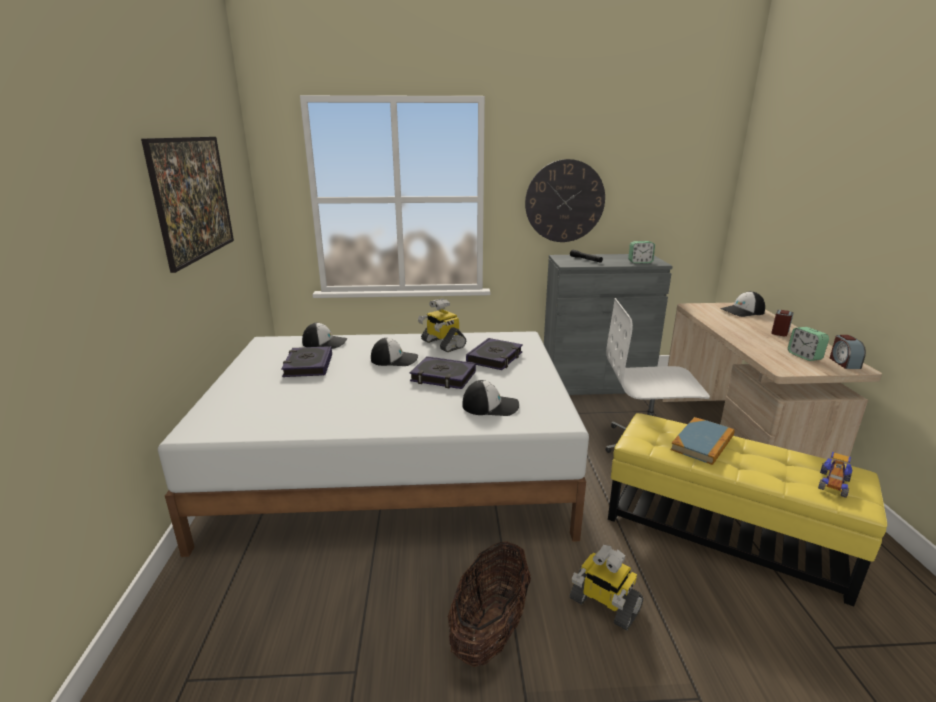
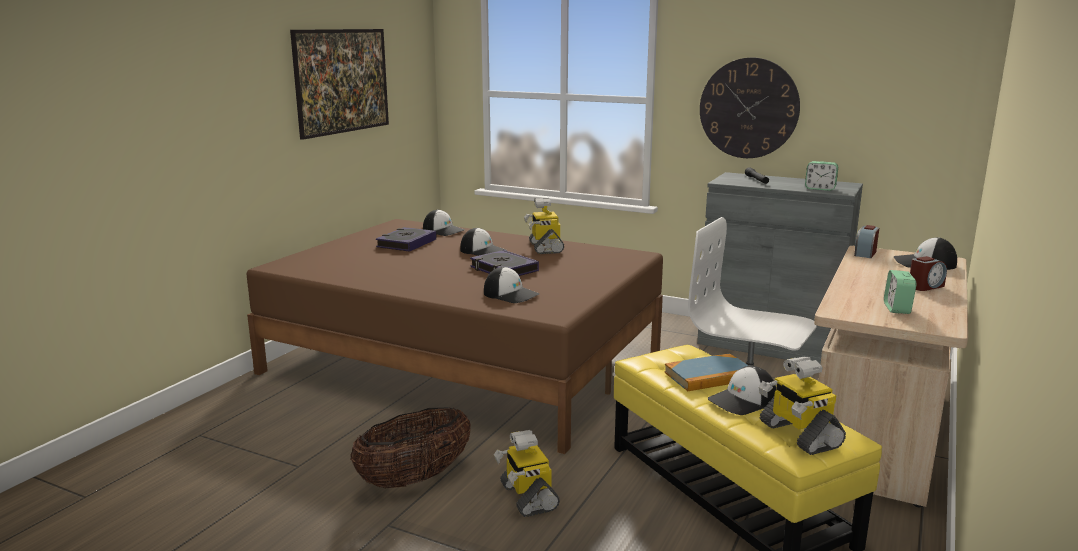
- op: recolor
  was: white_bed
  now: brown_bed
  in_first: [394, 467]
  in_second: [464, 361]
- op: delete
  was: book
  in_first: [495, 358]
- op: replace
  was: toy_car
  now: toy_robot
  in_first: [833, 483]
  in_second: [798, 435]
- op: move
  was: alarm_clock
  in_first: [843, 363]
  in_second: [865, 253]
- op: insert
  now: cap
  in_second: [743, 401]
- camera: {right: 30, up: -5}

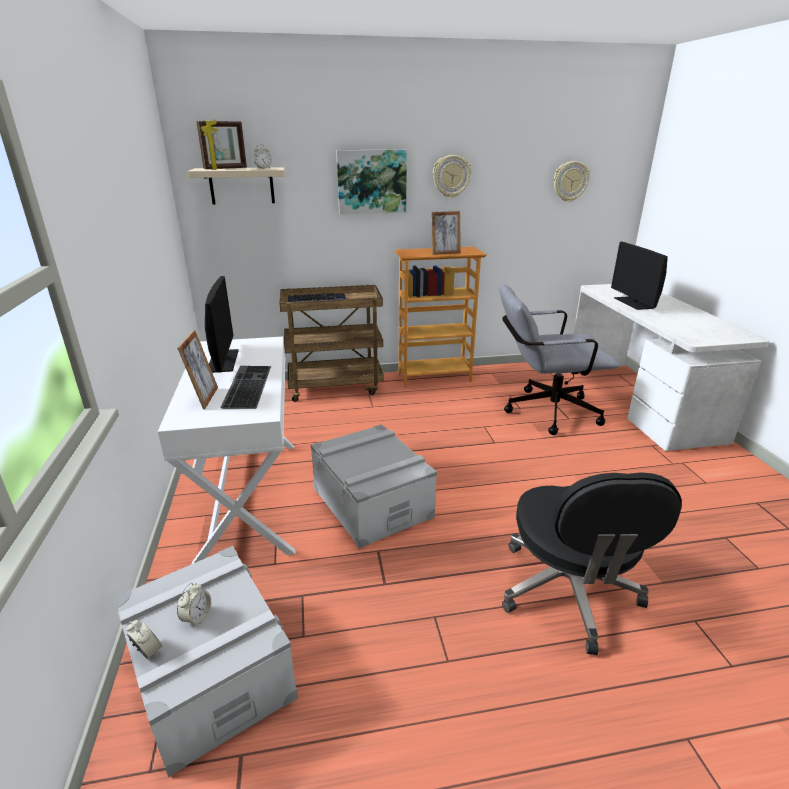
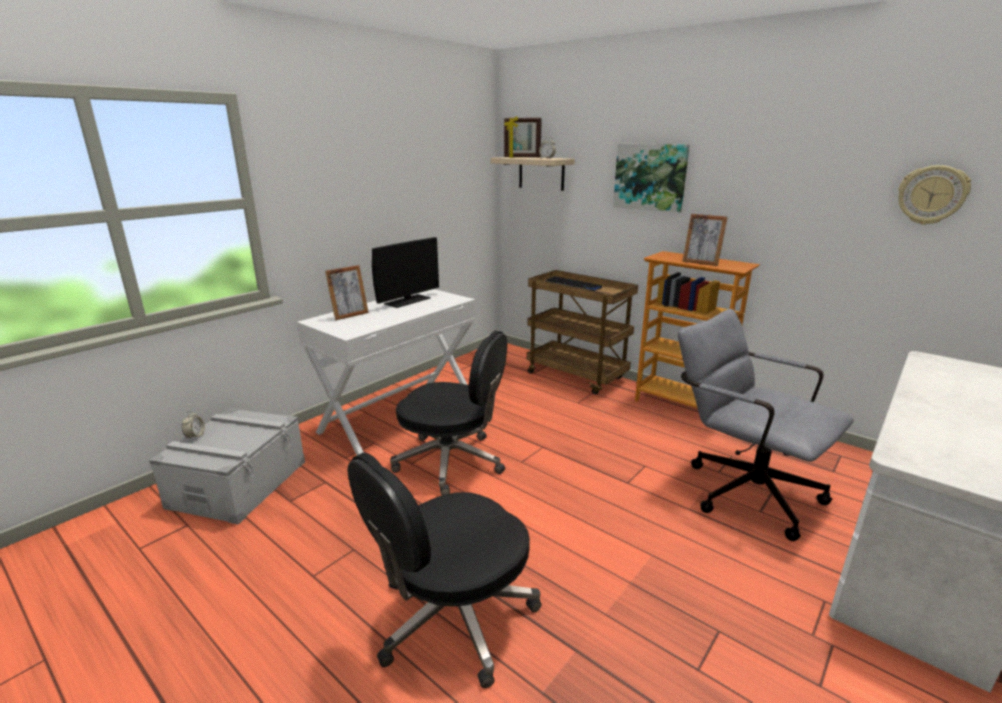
- op: delete
  was: alarm_clock
  in_first: [197, 617]
- op: delete
  was: keyboard
  in_first: [246, 386]
- op: replace
  was: grey_storage_box
  now: black_office_chair
  in_first: [372, 502]
  in_second: [452, 462]
- op: delete
  was: wall_clock
  in_first: [451, 176]
- op: delete
  was: monitor
  in_first: [633, 303]
- camera: {right: 50, up: -5}

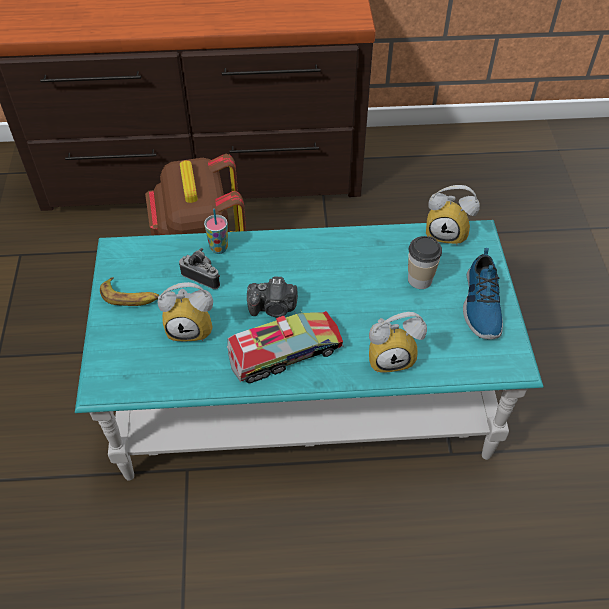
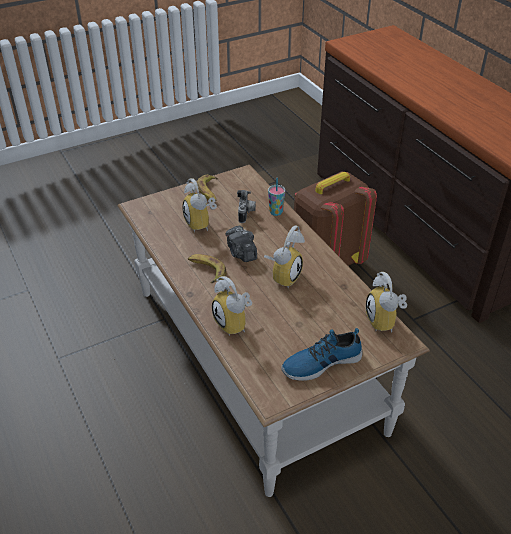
- op: recolor
  was: turquoise_coffee_table
  now: brown_coffee_table
  in_first: [304, 396]
  in_second: [255, 357]
- op: replace
  was: toy_truck
  now: banana
  in_first: [285, 352]
  in_second: [206, 270]
- op: delete
  was: cup
  in_first: [419, 280]
- op: insert
  now: alarm_clock
  in_second: [283, 275]
- camera: {right: 65, up: -10}

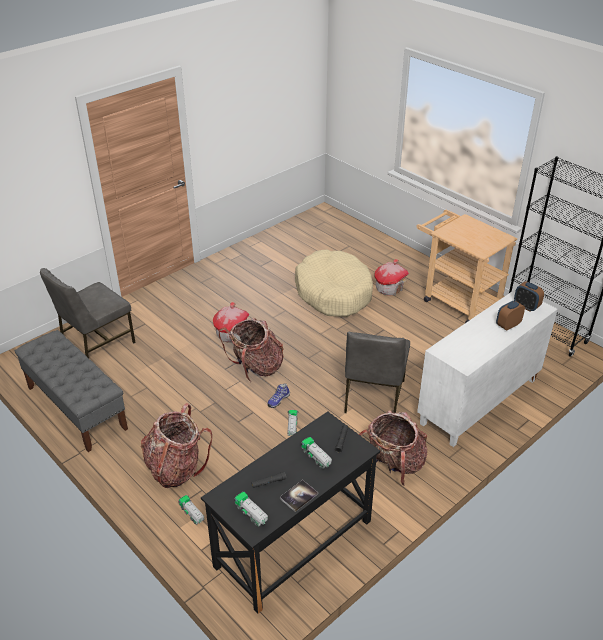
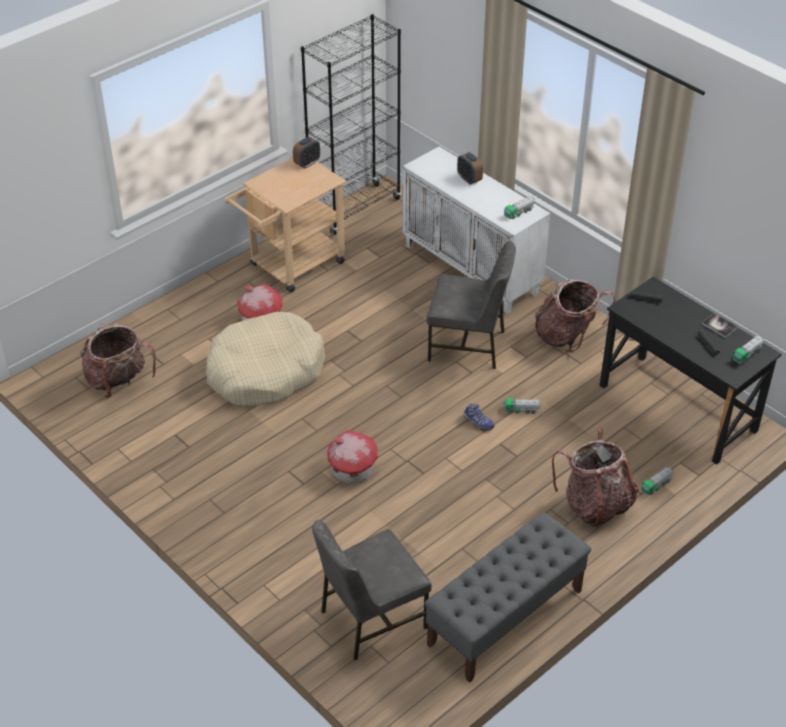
- op: rotate
  was: grey_chair
  in_first: [96, 344]
  in_second: [371, 619]
  clockwise: 105
- op: move
  was: backpack
  in_first: [256, 368]
  in_second: [118, 381]
- op: move
  was: toy_truck
  in_first: [316, 458]
  in_second: [519, 212]
- op: move
  was: alarm_clock
  in_first: [526, 306]
  in_second: [307, 163]
- camera: {right: -90, up: 5}

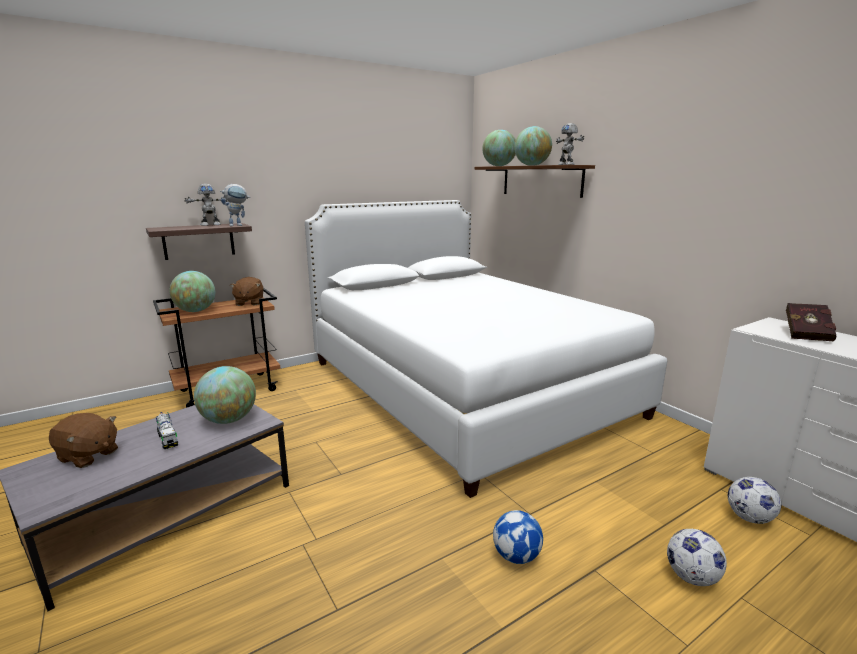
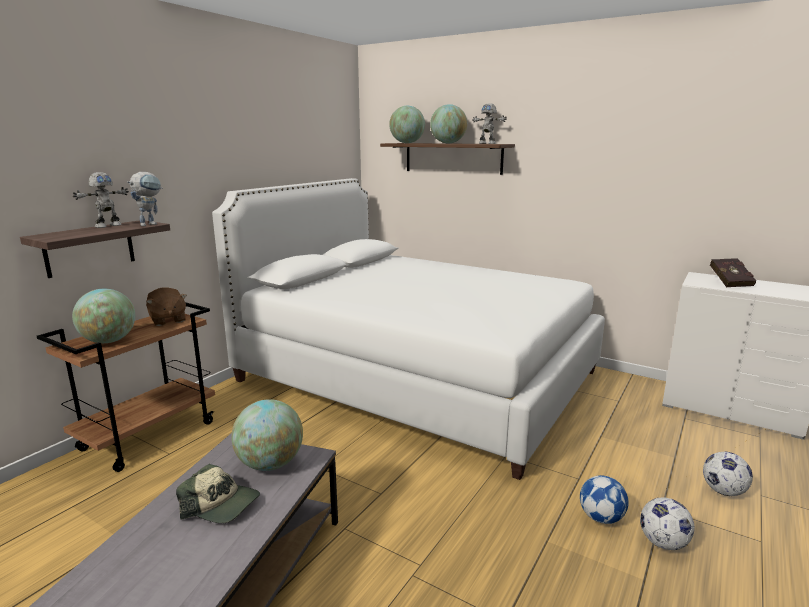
- op: delete
  was: brown_plush_toy
  in_first: [88, 456]
- op: replace
  was: toy_truck
  now: cap
  in_first: [167, 438]
  in_second: [221, 505]
- op: move
  was: football
  in_first: [749, 518]
  in_second: [663, 543]
- camera: {right: -25, up: 0}

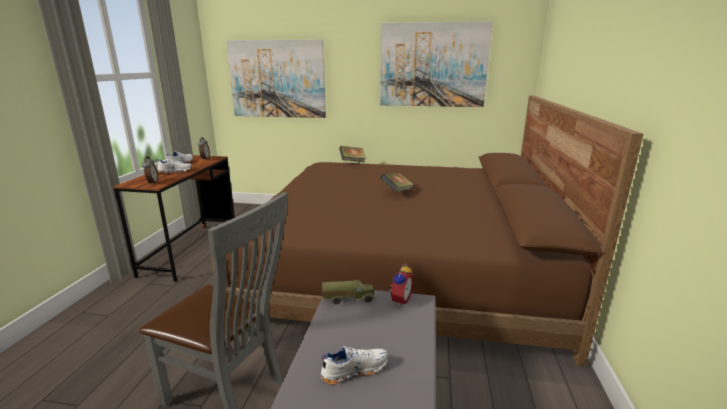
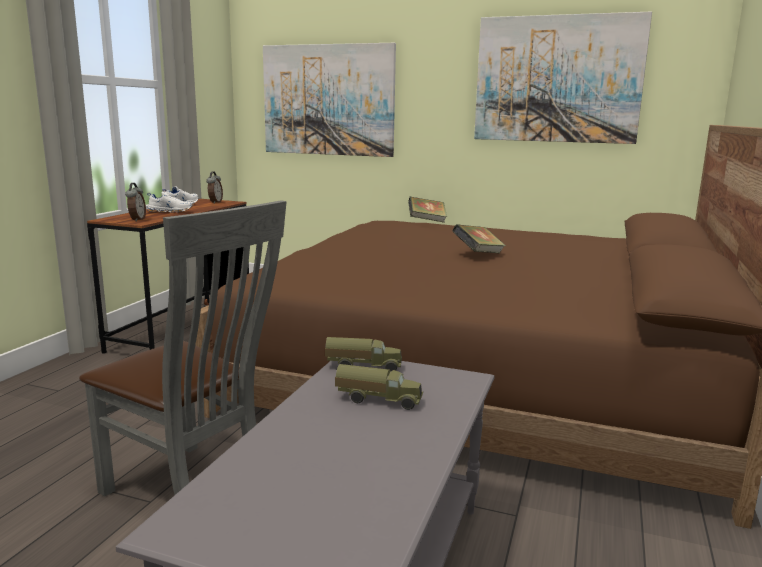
- op: delete
  was: white_shoe
  in_first: [354, 370]
- op: delete
  was: alarm_clock
  in_first: [399, 300]
- op: insert
  now: toy_truck
  in_second: [379, 400]
- camera: {right: 10, up: -5}

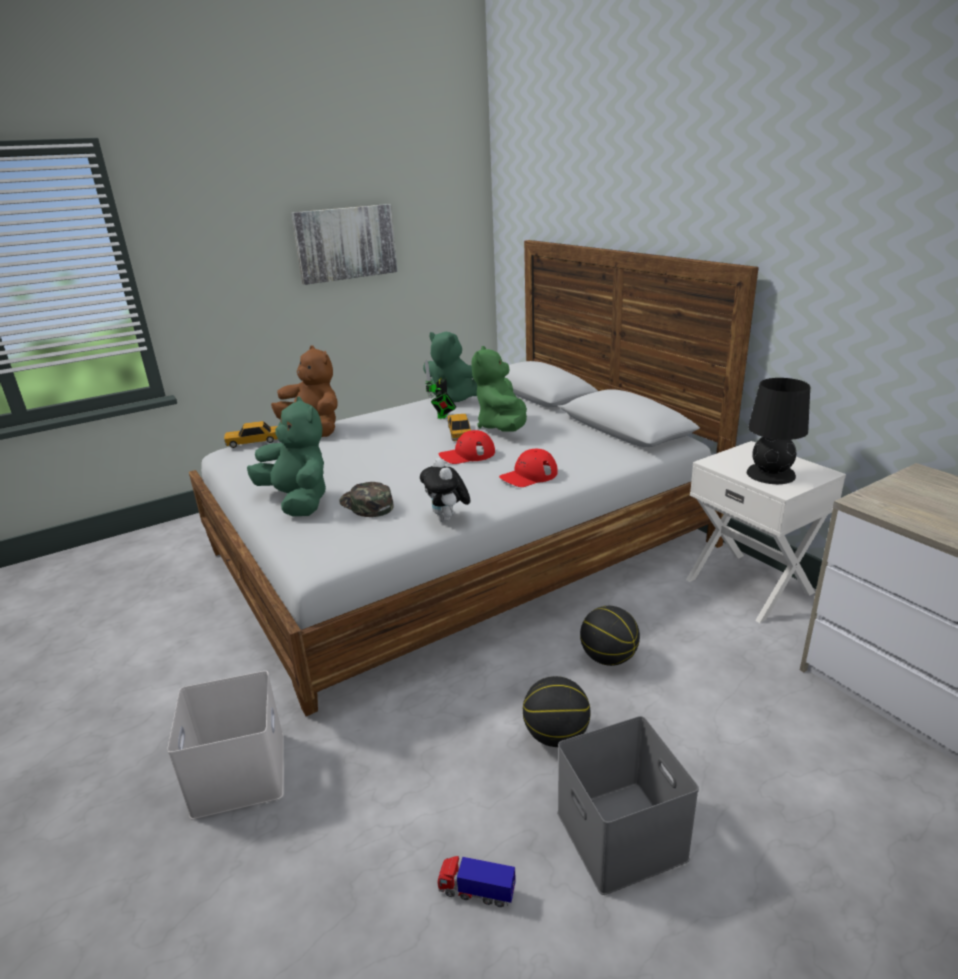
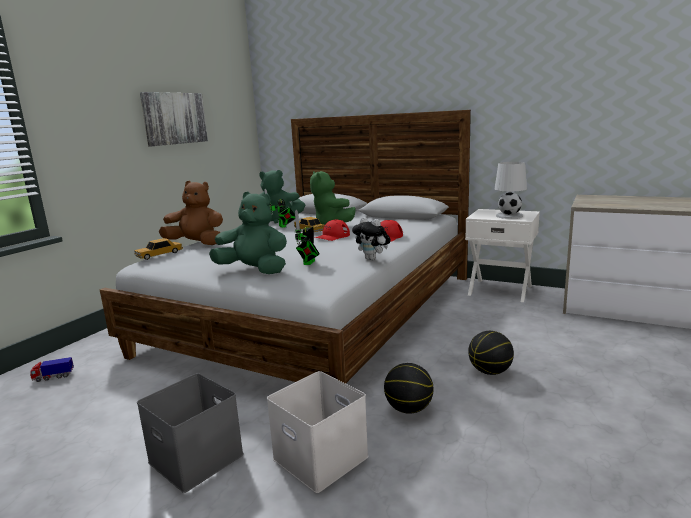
- op: replace
  was: green_cap
  now: toy_robot
  in_first: [366, 505]
  in_second: [308, 263]
- op: move
  was: toy_truck
  in_first: [476, 891]
  in_second: [53, 377]
- op: move
  was: grey_storage_box
  in_first: [624, 836]
  in_second: [198, 458]
- op: move
  was: basketball
  in_first: [608, 658]
  in_second: [409, 409]
- op: recolor
  was: black_table_lamp
  now: white_table_lamp
  in_first: [770, 474]
  in_second: [509, 216]
- camera: {right: -30, up: -10}

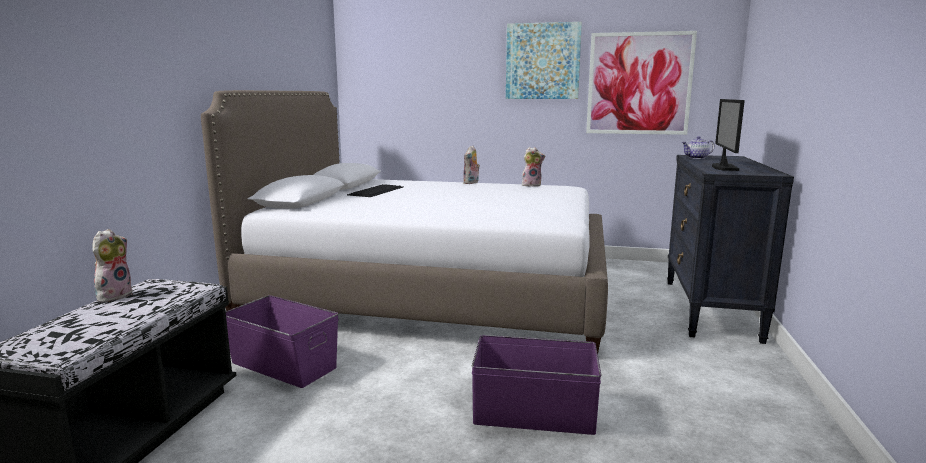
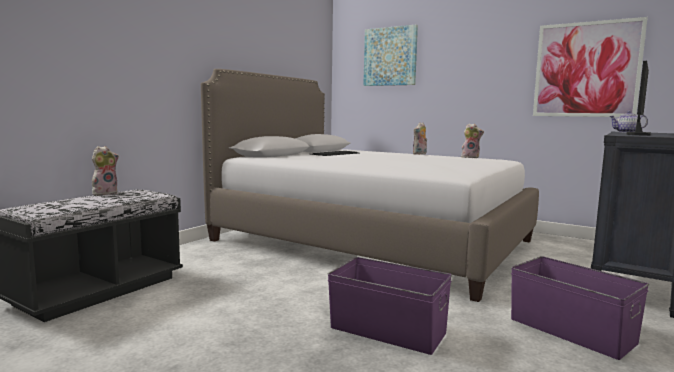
- op: move
  was: purple_storage_box
  in_first: [284, 364]
  in_second: [571, 330]
- op: move
  was: picture
  in_first: [542, 61]
  in_second: [390, 56]
- camera: {right: 20, up: -5}

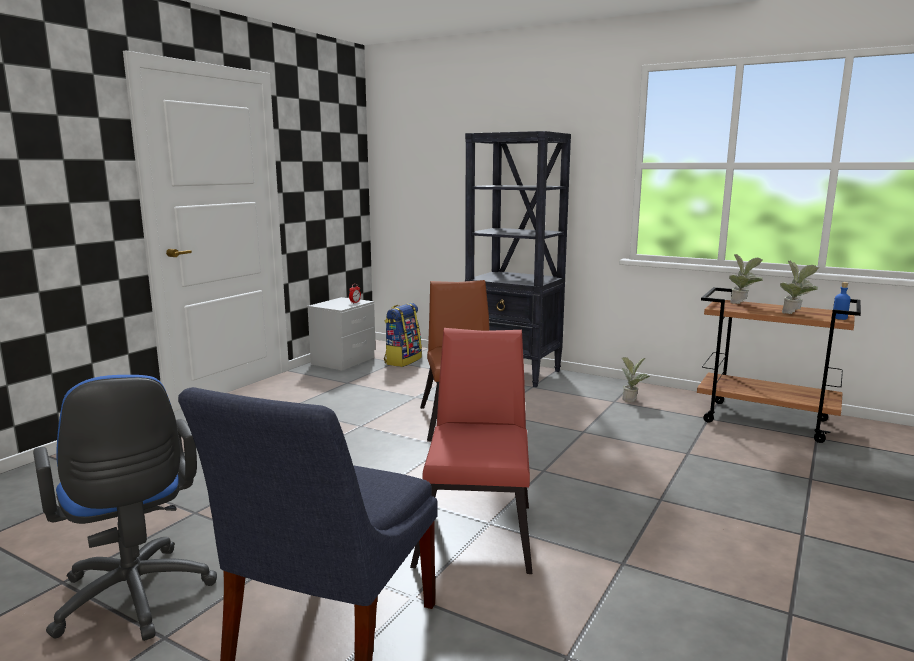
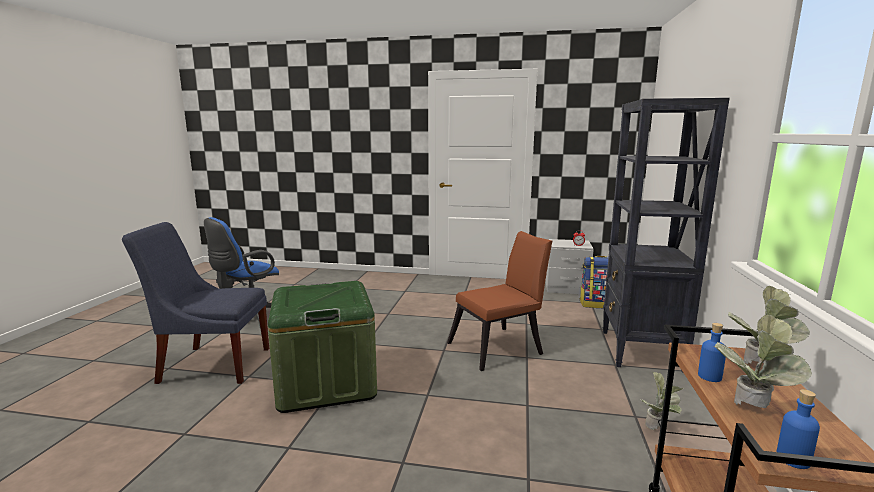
- op: replace
  was: red_chair
  now: green_storage_box
  in_first: [477, 528]
  in_second: [326, 382]
- op: insert
  now: blue_bottle
  in_second: [709, 376]
- camera: {right: 70, up: 0}

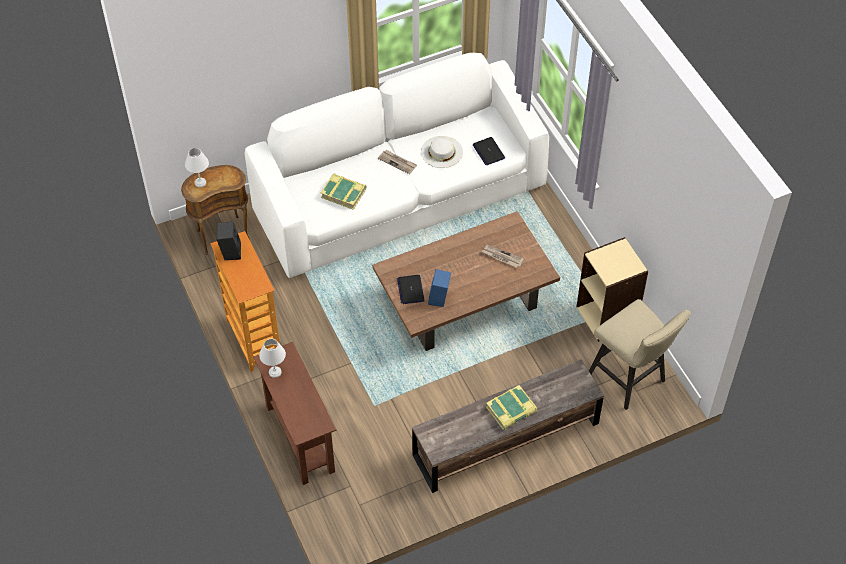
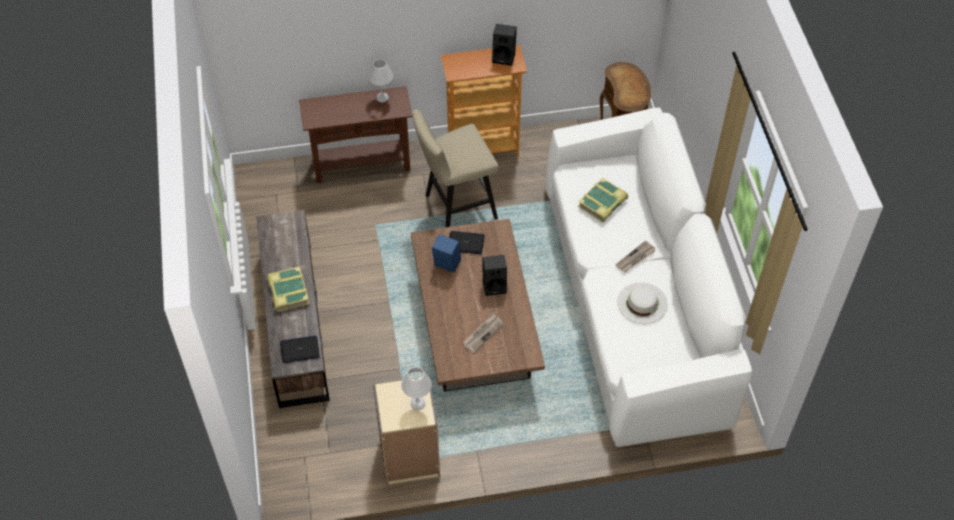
- op: move
  was: white_table_lamp
  in_first: [200, 182]
  in_second: [418, 404]
- op: move
  was: laptop
  in_first: [488, 151]
  in_second: [300, 350]
- op: move
  was: beige_stool
  in_first: [630, 381]
  in_second: [455, 207]
- op: insert
  now: black_speaker
  in_second: [495, 285]
- camera: {right: 105, up: 0}

